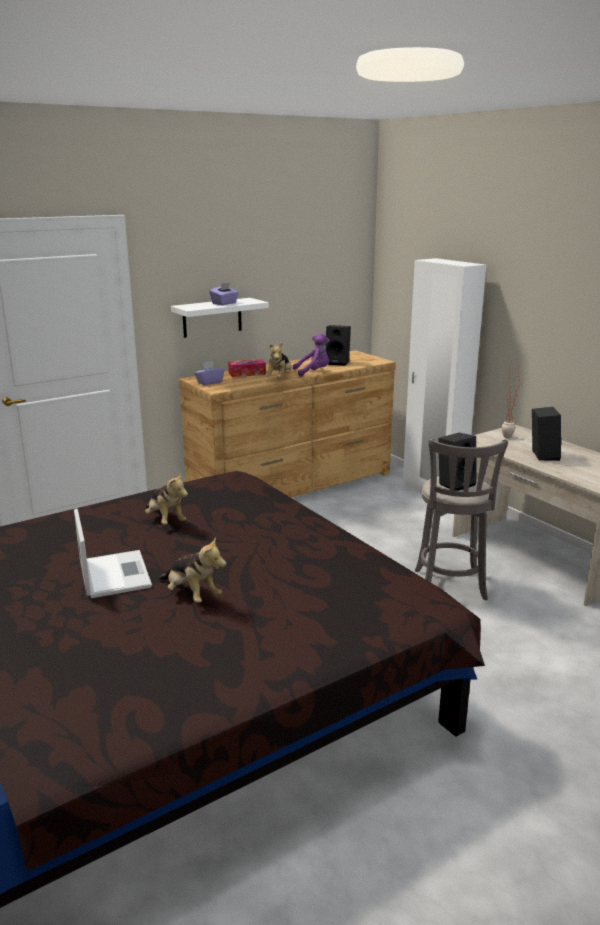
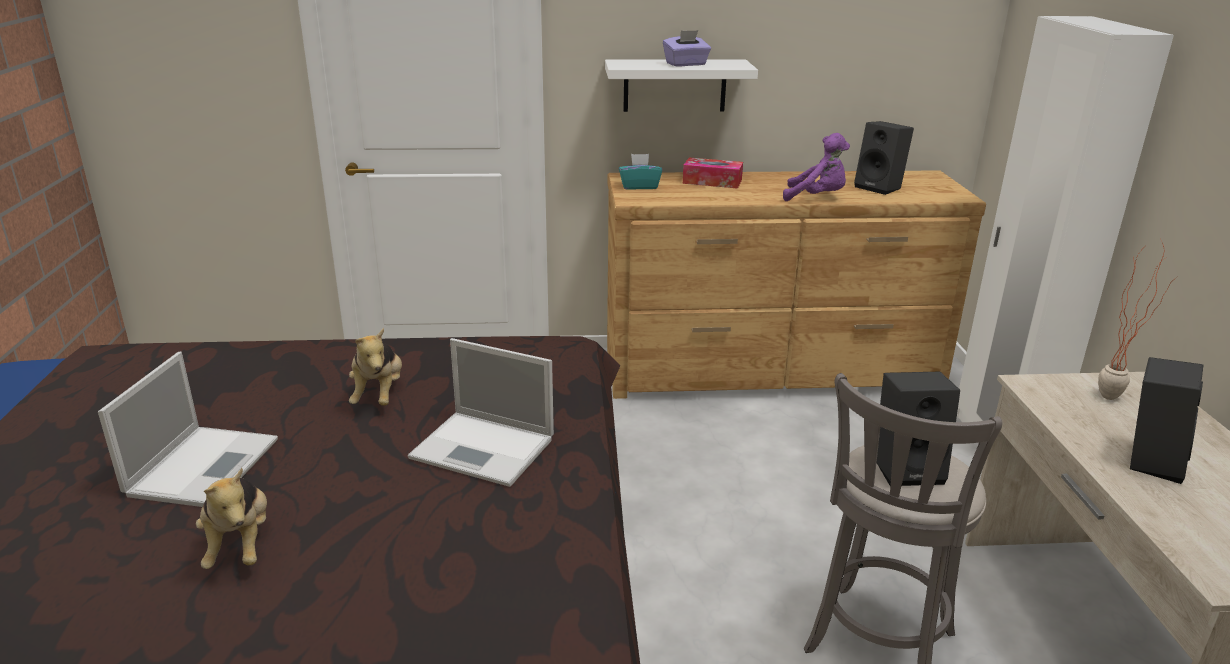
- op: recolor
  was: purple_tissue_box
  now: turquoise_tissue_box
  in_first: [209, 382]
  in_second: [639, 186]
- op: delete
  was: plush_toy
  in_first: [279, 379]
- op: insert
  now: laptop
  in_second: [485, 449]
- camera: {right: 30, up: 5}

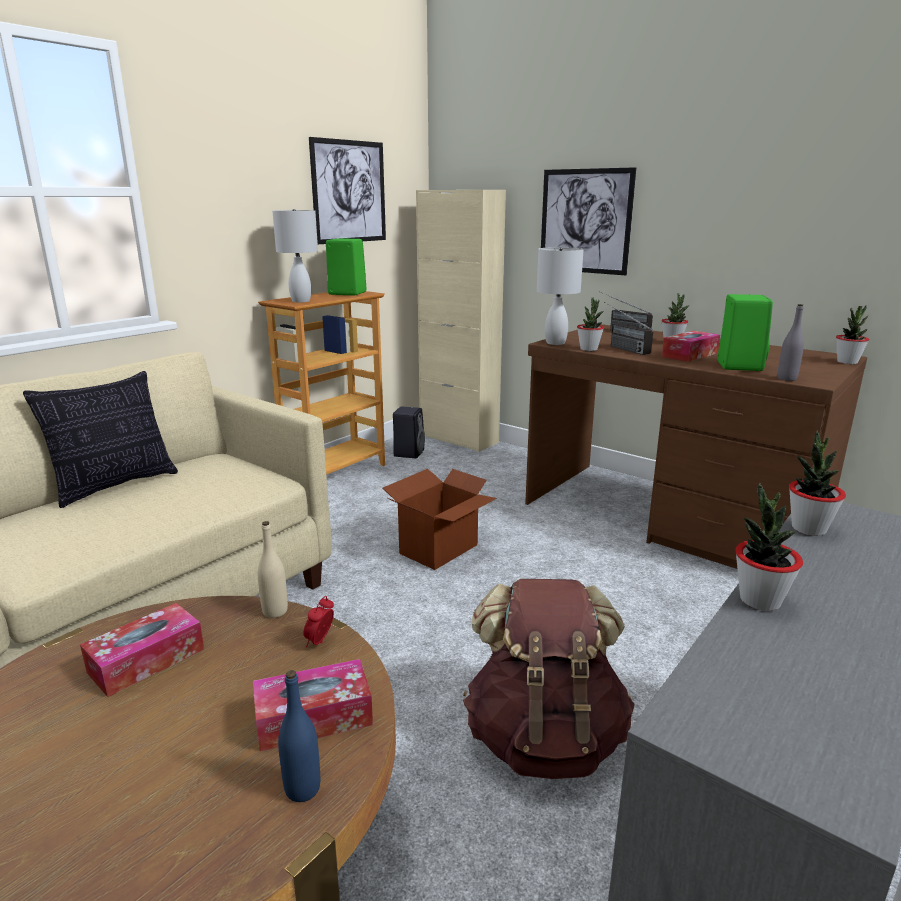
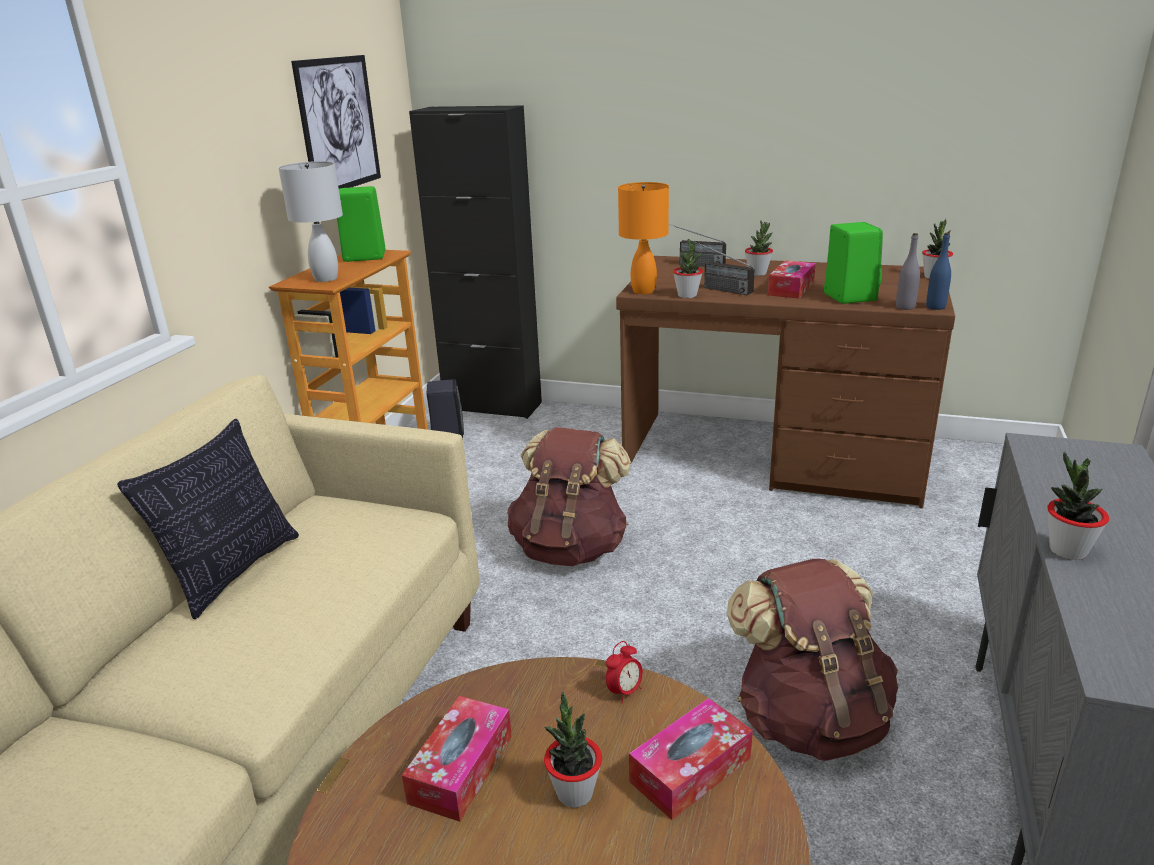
- op: delete
  was: beige_bottle
  in_first: [275, 611]
- op: move
  was: blue_bottle
  in_first: [302, 789]
  in_second: [935, 307]
- op: rotate
  was: alarm_clock
  in_first: [320, 642]
  in_second: [624, 692]
  clockwise: -135
- op: replace
  was: cardboard_box
  now: brown_backpack
  in_first: [439, 549]
  in_second: [570, 548]
- op: recolor
  was: beige_cabinet
  now: black_cabinet
  in_first: [458, 439]
  in_second: [493, 406]
- op: recolor
  was: white_table_lamp
  now: orange_table_lamp
  in_first: [554, 343]
  in_second: [642, 291]
- op: delete
  was: picture
  in_first: [585, 221]
- op: move
  was: potted_plant
  in_first: [808, 528]
  in_second: [574, 793]
- camera: {right: -20, up: 5}

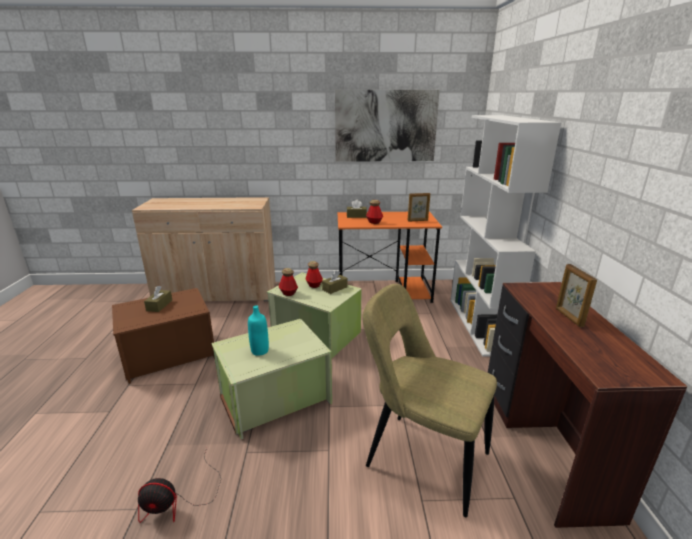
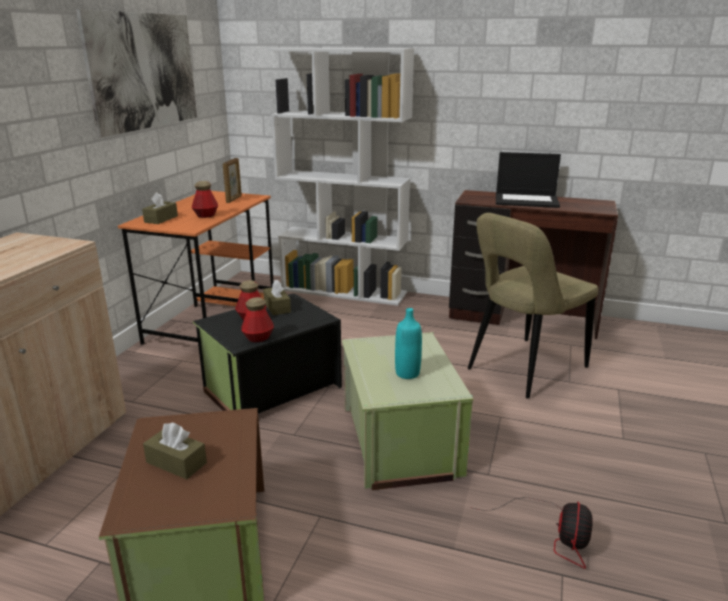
- op: recolor
  was: green_storage_box
  now: black_storage_box
  in_first: [316, 333]
  in_second: [270, 387]
- op: replace
  was: picture_frame
  now: laptop
  in_first: [568, 317]
  in_second: [527, 200]
- camera: {right: -70, up: 0}

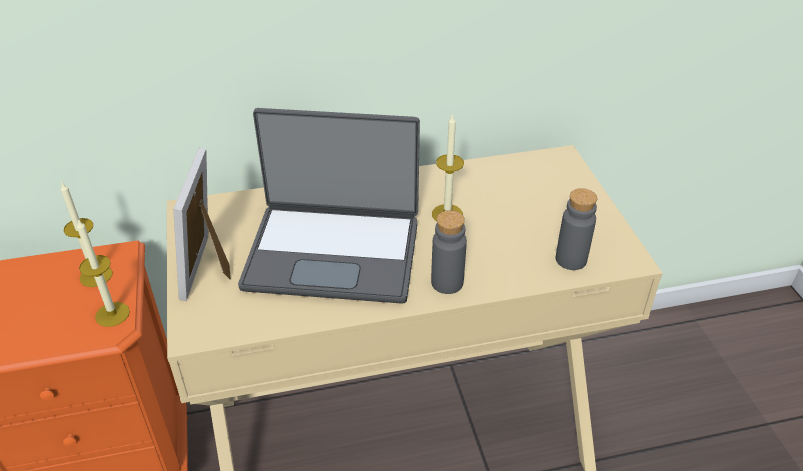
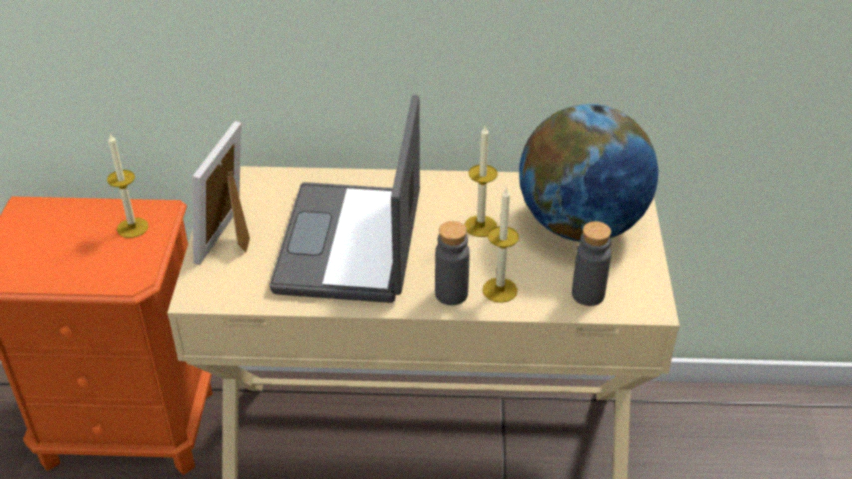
- op: move
  was: candle
  in_first: [112, 314]
  in_second: [499, 290]
- op: rotate
  was: laptop
  in_first: [334, 252]
  in_second: [352, 244]
  clockwise: 75
- op: insert
  now: globe
  in_second: [581, 225]
- camera: {right: 15, up: 0}

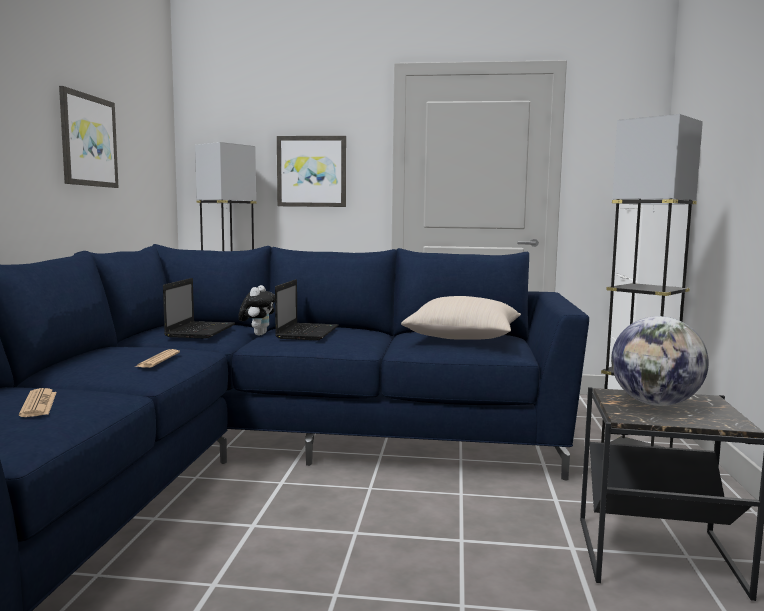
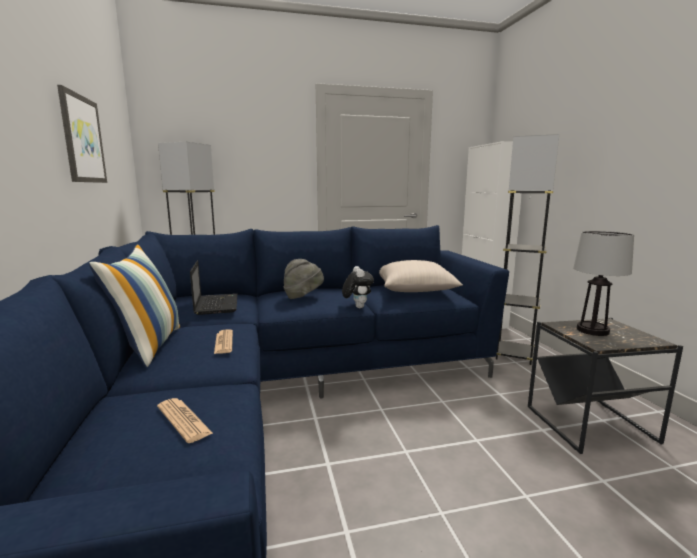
- op: move
  was: plush_toy
  in_first: [258, 334]
  in_second: [357, 307]
- op: replace
  was: laptop
  now: grey_hat
  in_first: [307, 332]
  in_second: [303, 297]
- op: delete
  was: picture
  in_first: [311, 171]
- op: replace
  was: globe
  now: table_lamp
  in_first: [655, 403]
  in_second: [593, 330]
- op: insert
  now: pillow
  in_second: [148, 345]
- camera: {right: -20, up: 5}

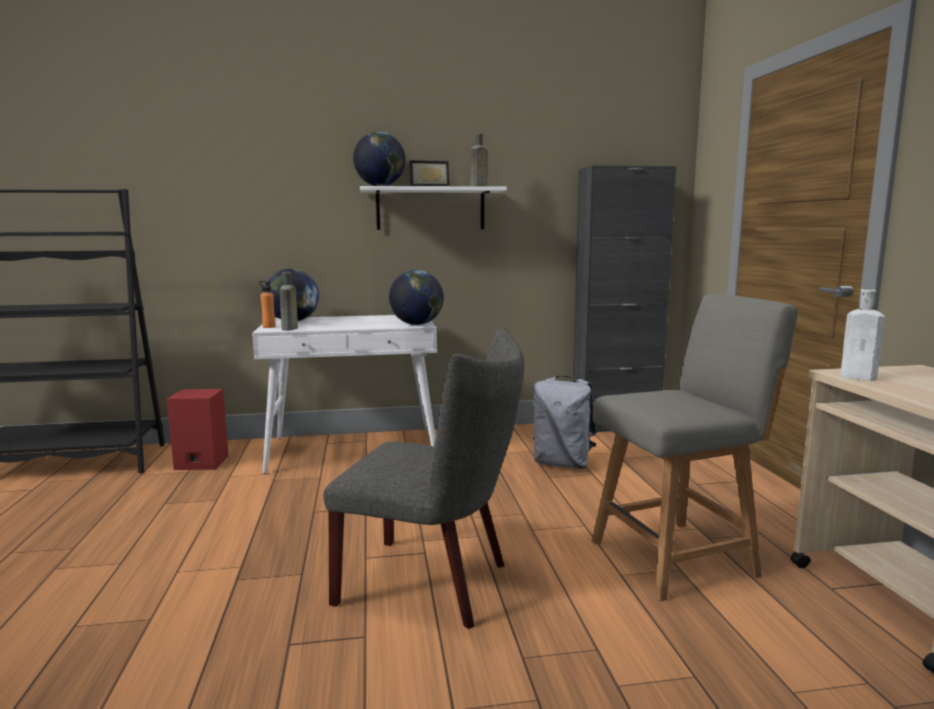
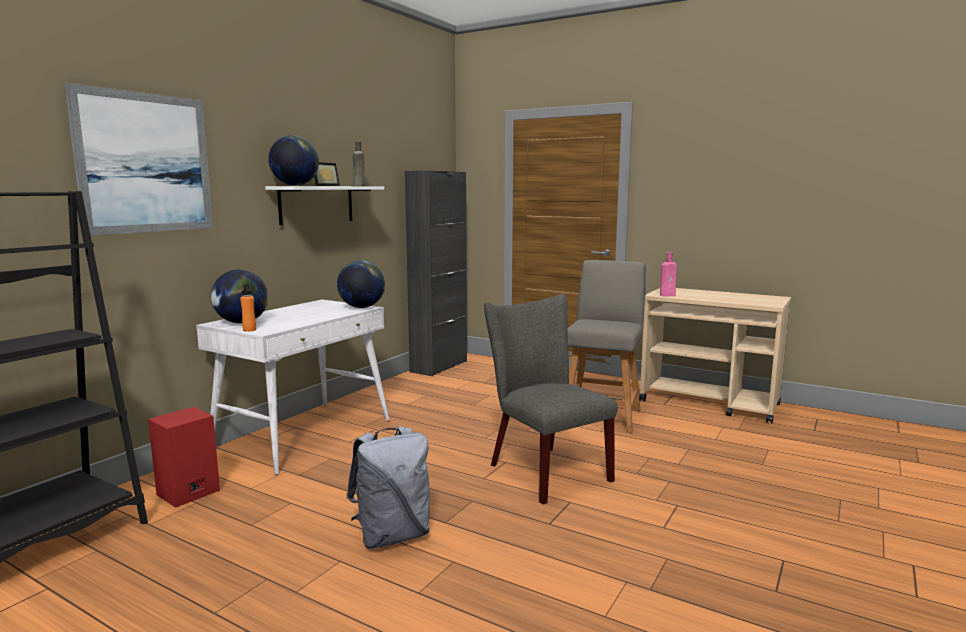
- op: delete
  was: brown_bottle
  in_first: [289, 329]
- op: rotate
  was: grey_chair
  in_first: [434, 583]
  in_second: [543, 470]
  clockwise: -90
- op: move
  was: grey_backpack
  in_first: [563, 464]
  in_second: [392, 536]
- op: recolor
  was: white_bottle
  now: pink_bottle
  in_first: [861, 378]
  in_second: [668, 295]
- op: insert
  now: picture
  in_second: [145, 163]
- camera: {right: -50, up: 0}

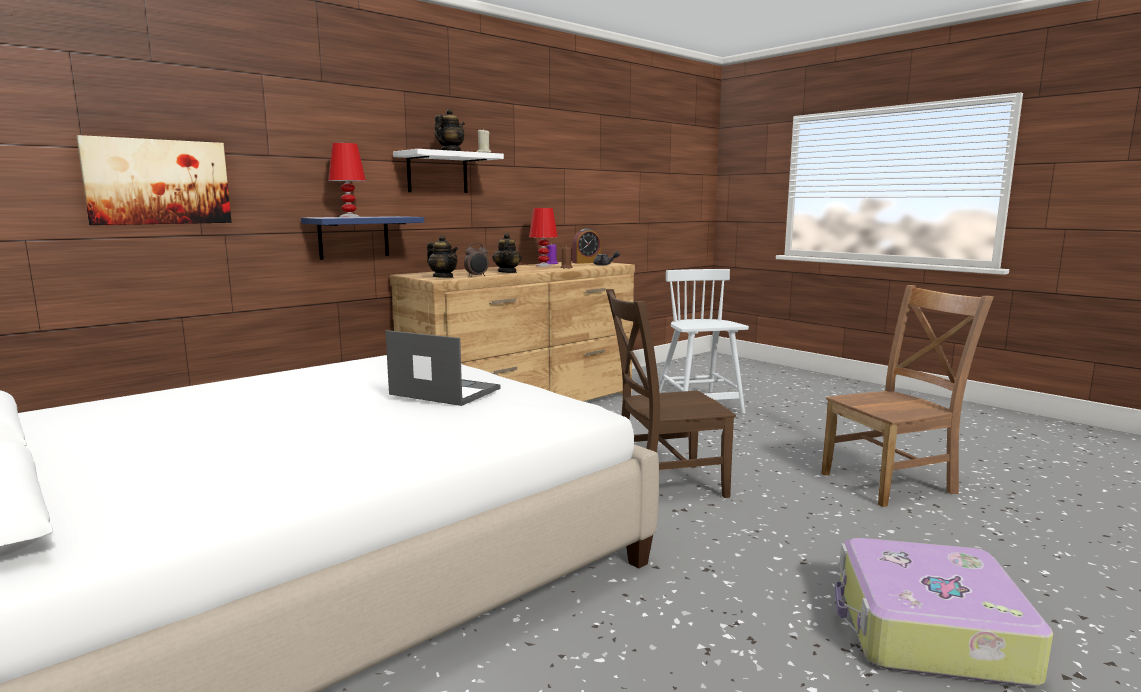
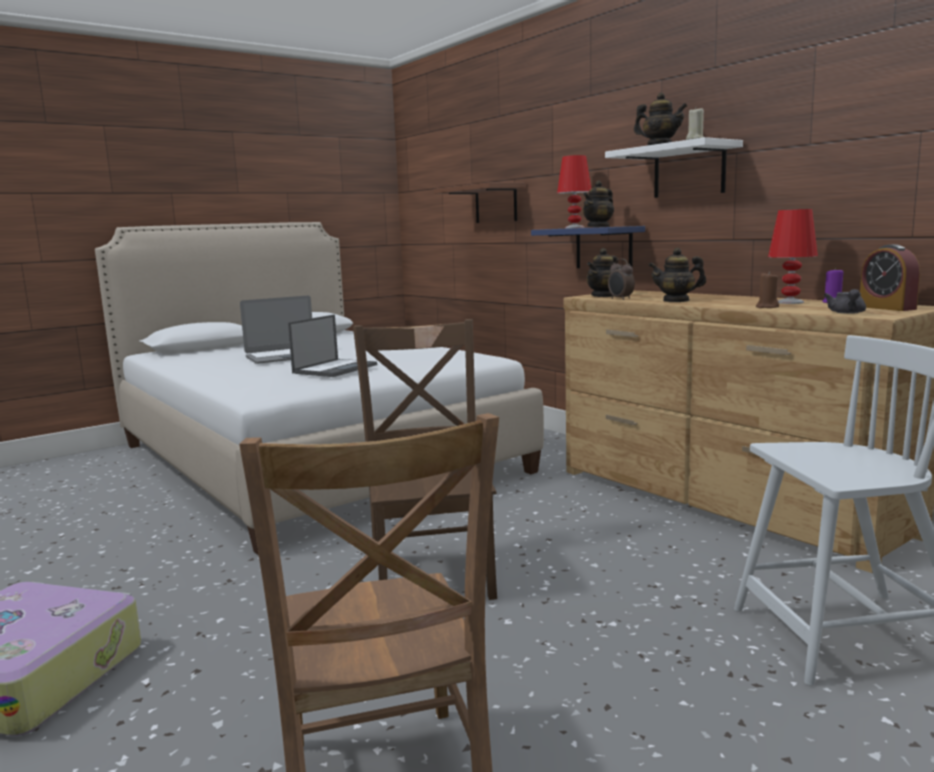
- op: replace
  was: picture
  now: brown_shelf
  in_first: [158, 182]
  in_second: [496, 204]
- op: insert
  now: laptop
  in_second: [287, 357]
- op: insert
  now: teapot
  in_second: [599, 227]
- camera: {right: 95, up: 0}

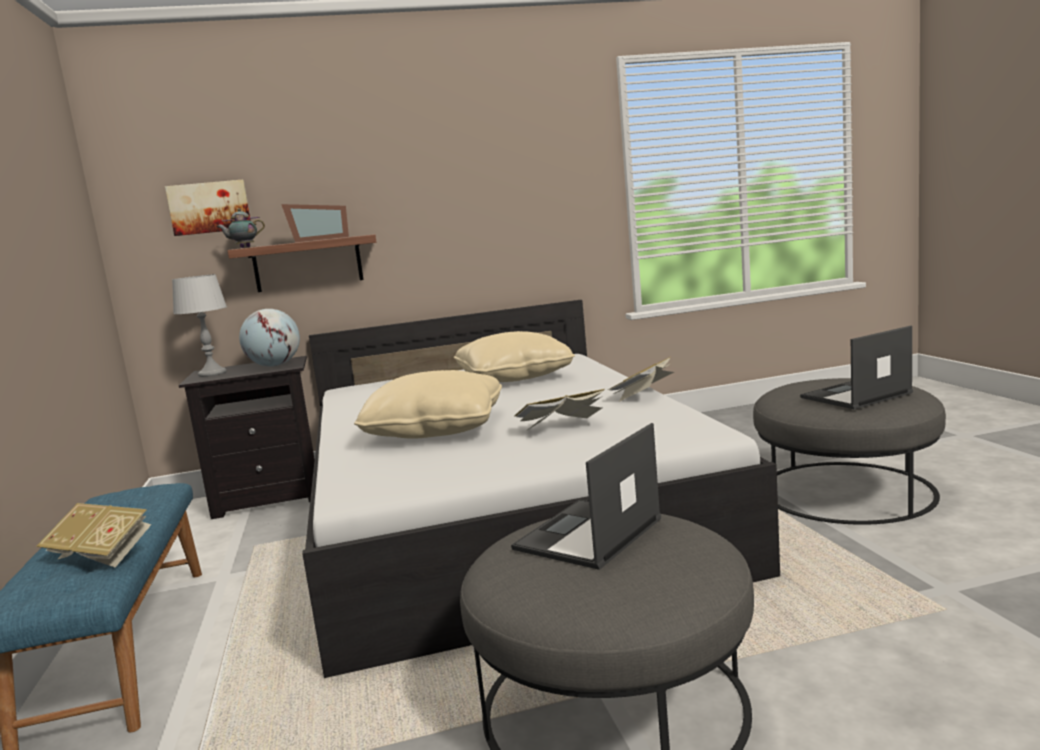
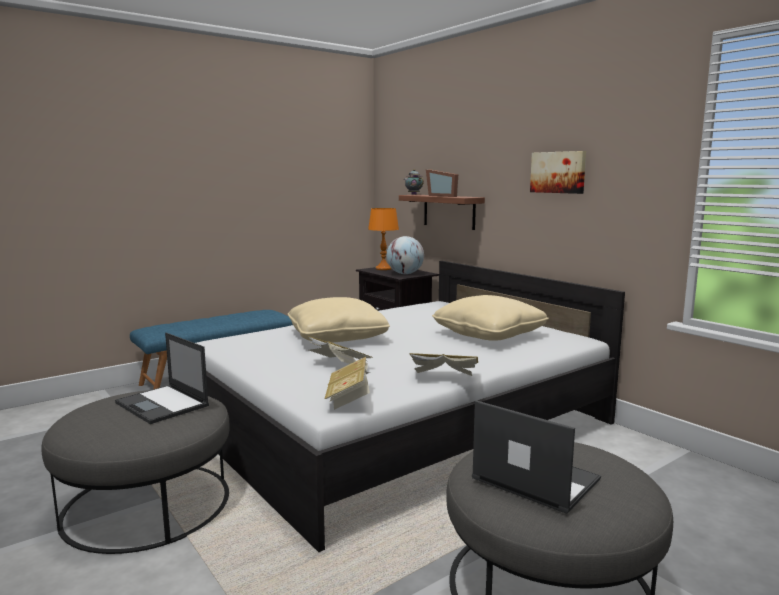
- op: move
  was: book
  in_first: [101, 555]
  in_second: [349, 397]
- op: move
  was: picture
  in_first: [209, 207]
  in_second: [558, 172]
- op: recolor
  was: grey_table_lamp
  now: orange_table_lamp
  in_first: [212, 374]
  in_second: [383, 268]
- op: rotate
  was: laptop
  in_first: [588, 535]
  in_second: [163, 404]
  clockwise: -150
- camera: {right: 65, up: 0}

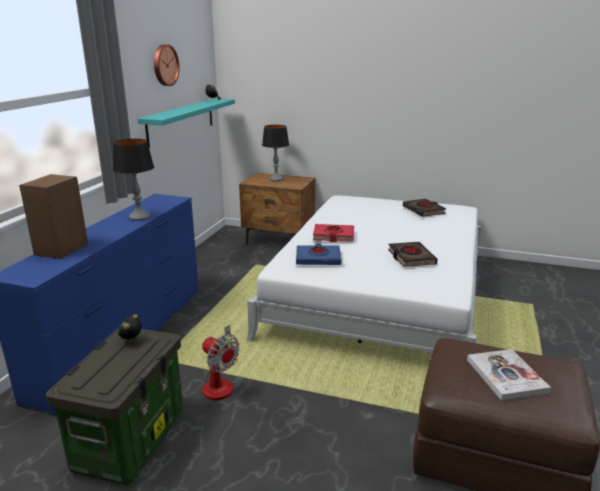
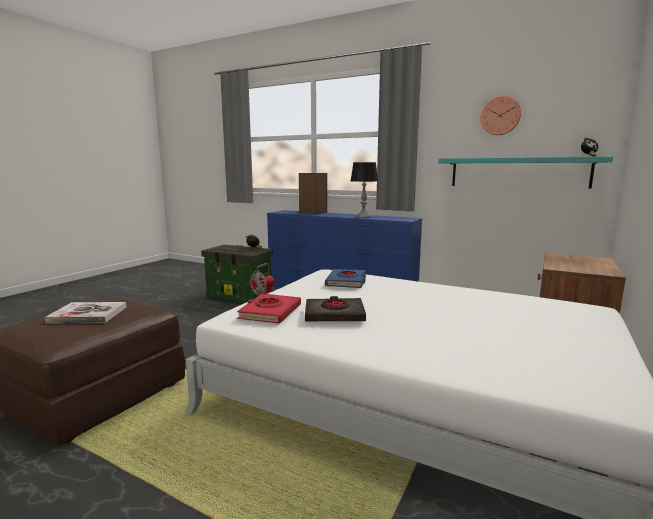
- op: delete
  was: table_lamp
  in_first: [276, 179]
- op: move
  was: red_book
  in_first: [333, 236]
  in_second: [270, 312]
- op: delete
  was: black_book
  in_first: [423, 210]
- camera: {right: 100, up: -10}

